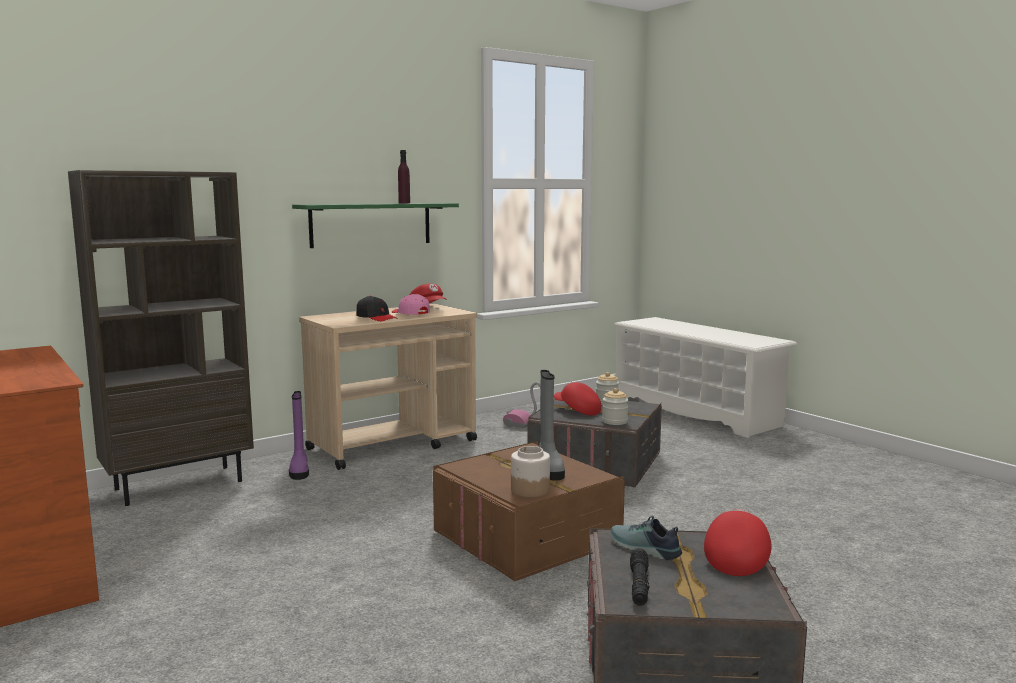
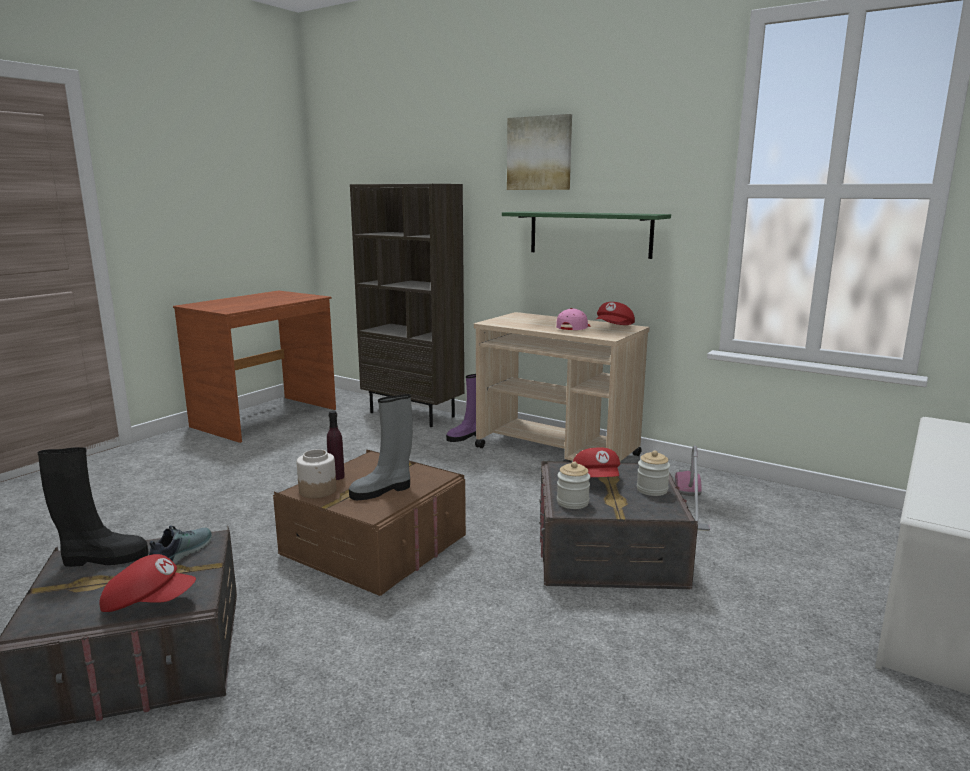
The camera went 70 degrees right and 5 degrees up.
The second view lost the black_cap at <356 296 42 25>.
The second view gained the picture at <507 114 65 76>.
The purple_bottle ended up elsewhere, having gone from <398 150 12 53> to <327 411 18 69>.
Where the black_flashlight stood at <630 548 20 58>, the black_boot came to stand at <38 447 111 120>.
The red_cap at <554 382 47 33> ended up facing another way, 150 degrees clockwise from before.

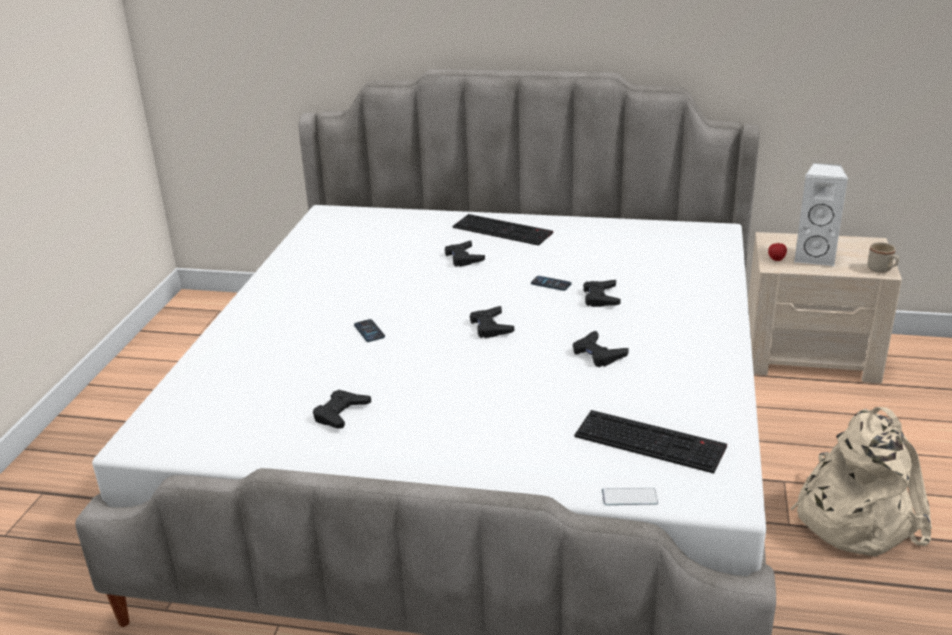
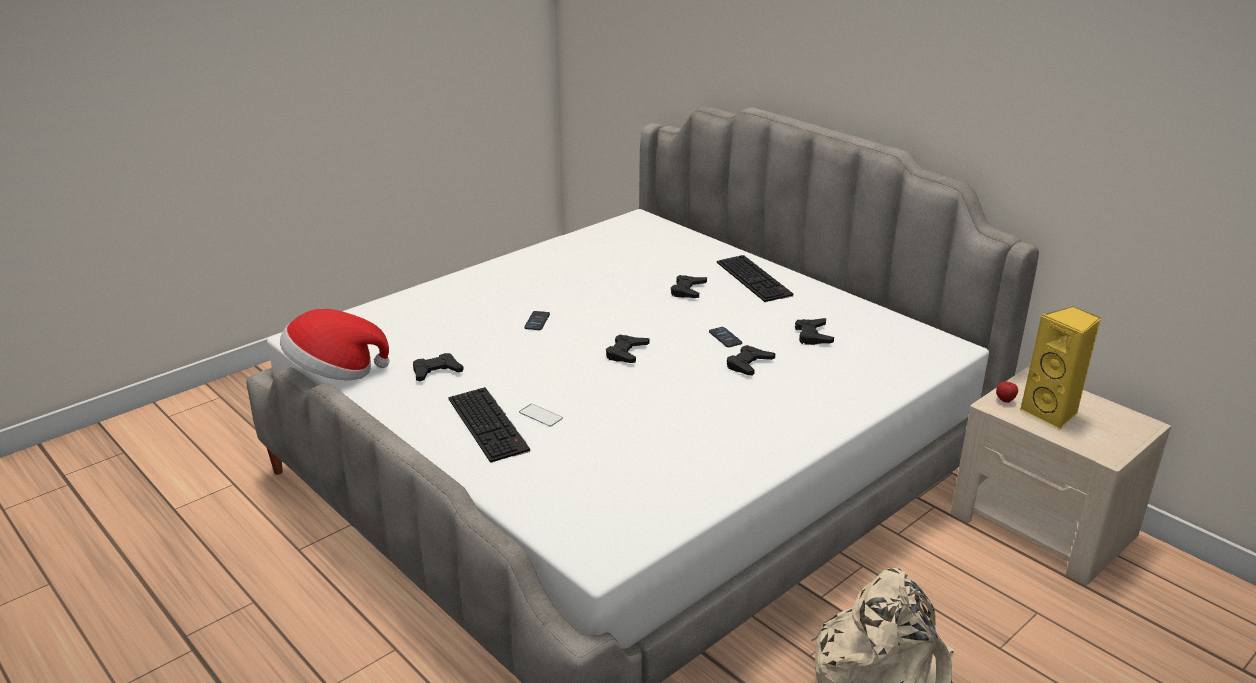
The camera went 35 degrees right and 0 degrees up.
The second view lost the beige_mug at <867 242 32 31>.
The second view gained the hat at <280 309 109 71>.
The black_game_controller ended up elsewhere, having gone from <573 331 56 36> to <795 318 39 27>.
The keyboard ended up elsewhere, having gone from <574 410 153 64> to <448 387 82 76>.
The phone ended up elsewhere, having gone from <602 488 56 17> to <519 404 44 22>.
What was the white_speaker at <794 163 54 104> turned into the yellow_speaker at <1020 306 81 124>.

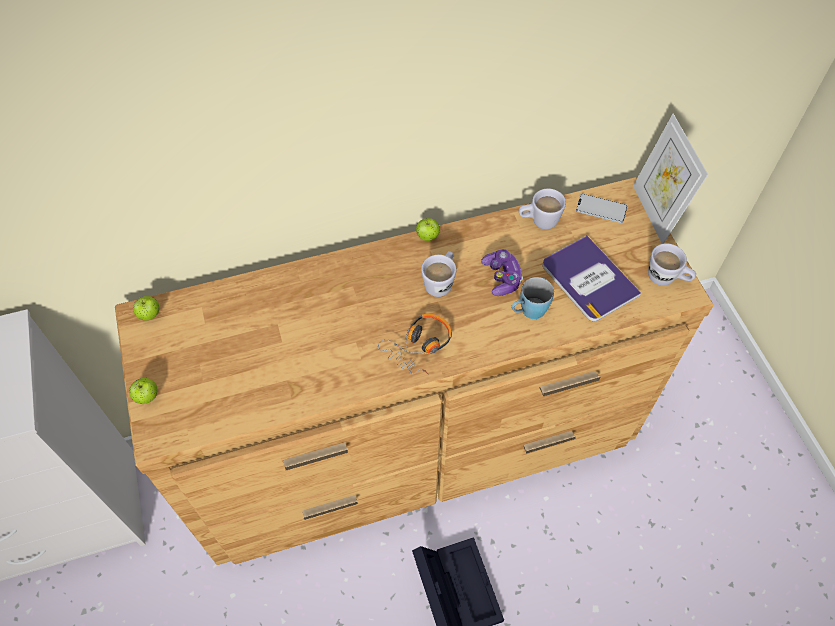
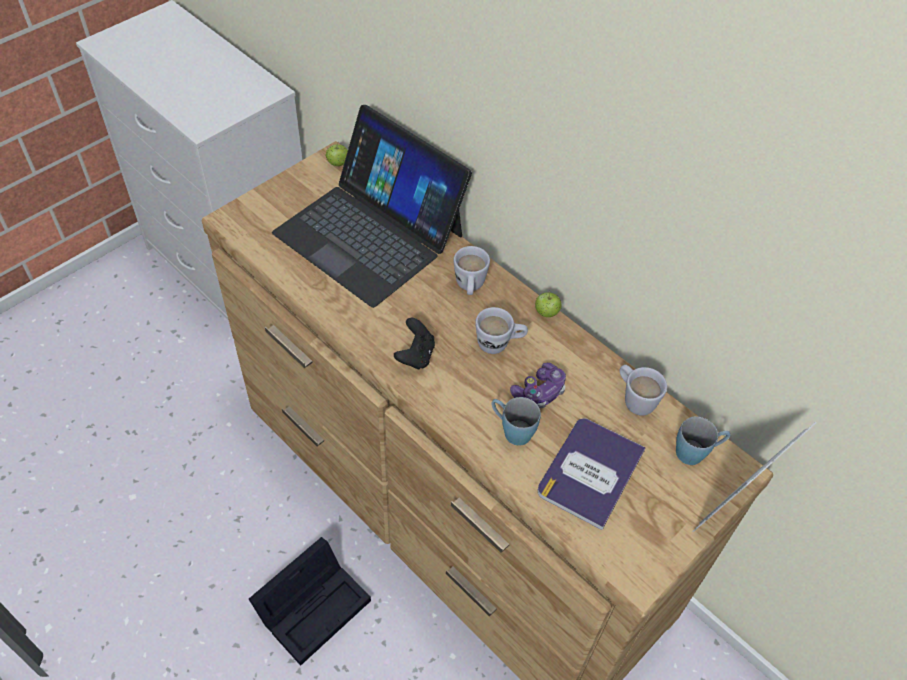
The camera went 60 degrees right and 5 degrees down.
The second view lost the apple at <129 378 29 26>.
The second view gained the laptop at <272 105 200 203>.
The white_mug ended up elsewhere, having gone from <648 243 48 43> to <454 246 36 49>.
Where the headphones stood at <378 314 74 60>, the black_game_controller came to stand at <394 318 41 52>.
Where the phone stood at <576 194 51 29>, the blue_mug came to stand at <676 417 55 48>.

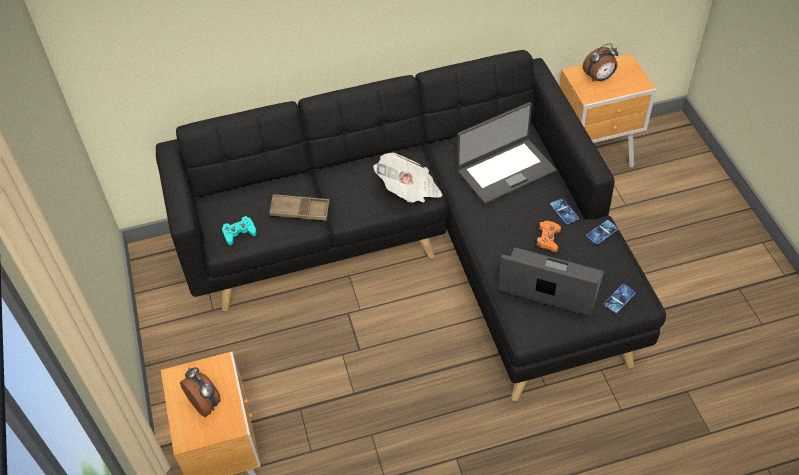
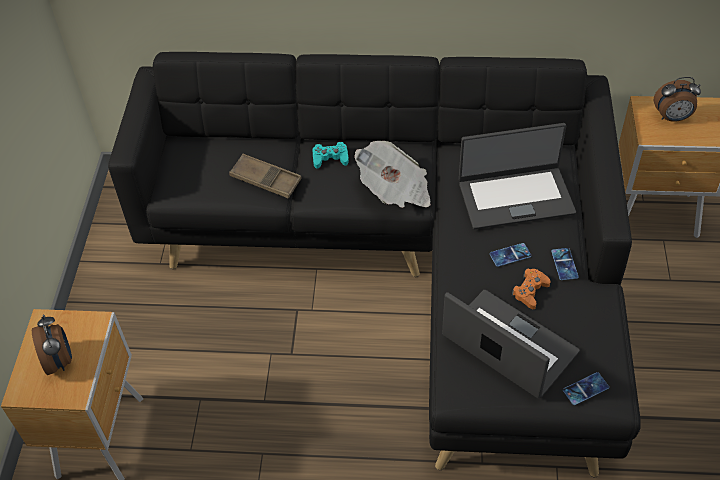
The camera went 20 degrees right and 0 degrees up.
The turquoise_game_controller ended up elsewhere, having gone from <222 216 35 29> to <312 142 37 27>.
The phone ended up elsewhere, having gone from <586 220 33 24> to <490 243 42 24>.

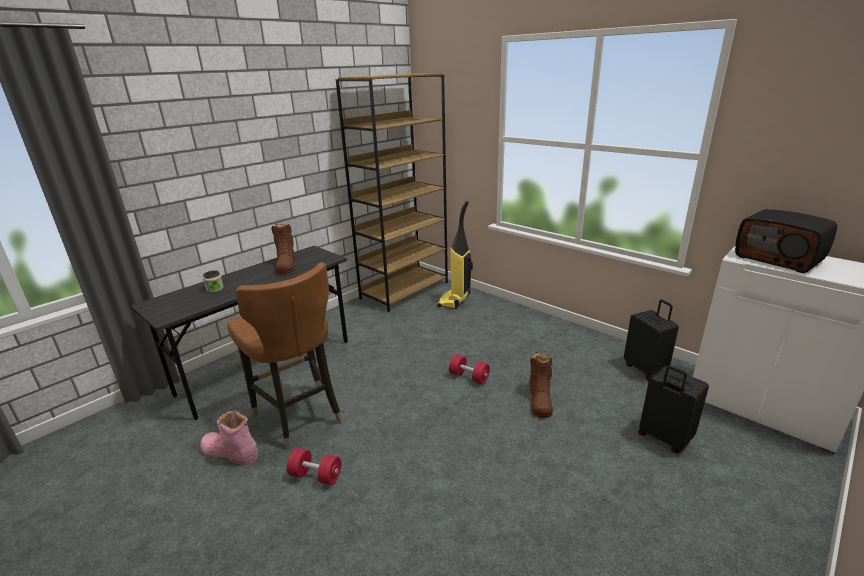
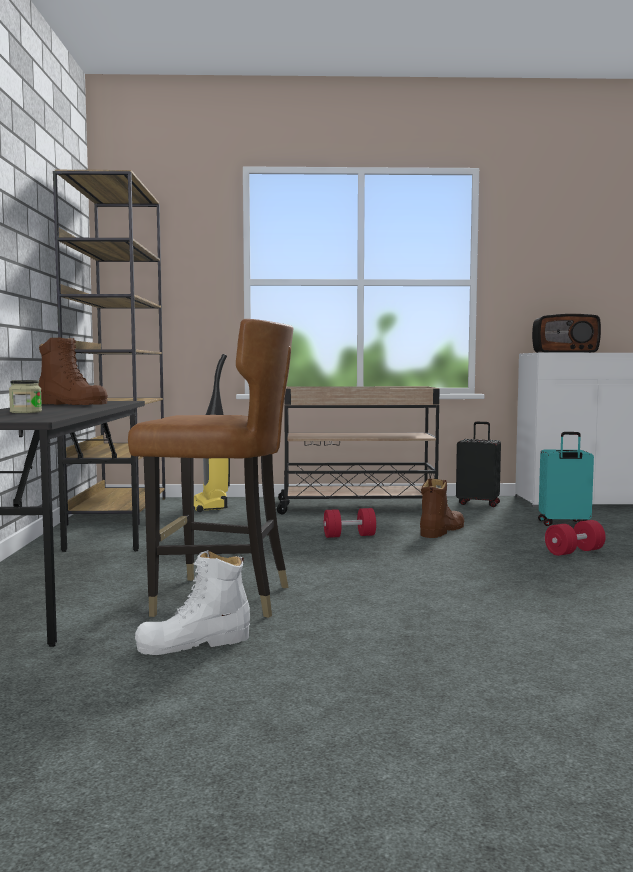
The camera went 45 degrees left and 20 degrees down.
The second view gained the beige_cart at <277 386 162 128>.
The red_dumbbell ended up elsewhere, having gone from <287 448 54 37> to <545 520 61 36>.
What was the pink_boot at <200 411 58 54> turned into the white_boot at <135 550 115 105>.
What was the black_suitcase at <638 365 71 88> turned into the turquoise_suitcase at <538 432 56 94>.
The brown_boot at <529 352 24 66> ended up facing another way, 105 degrees counterclockwise from before.

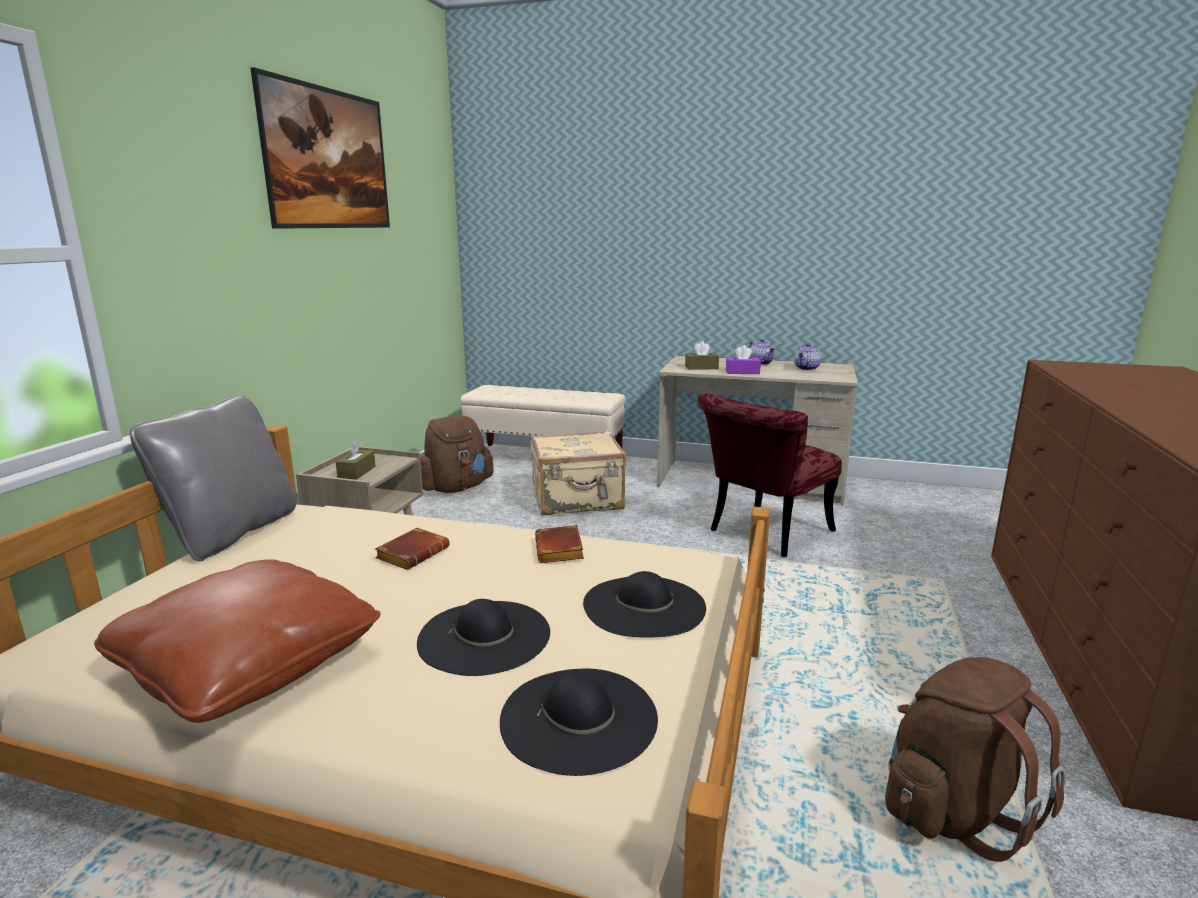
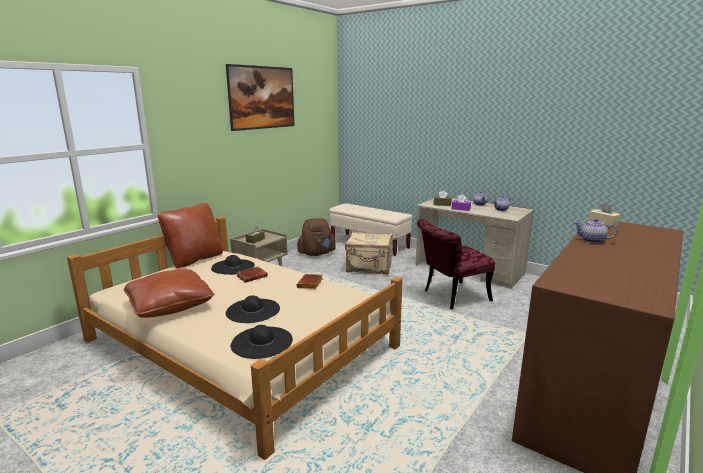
The camera went 20 degrees right and 0 degrees up.
The second view lost the brown_backpack at <885 657 181 205>.
The second view gained the teapot at <574 219 43 24>.
The second view gained the beige_tissue_box at <588 202 33 25>.
The black_hat ended up elsewhere, having gone from <583 571 123 66> to <211 255 44 20>.
What was the grey_pillow at <130 396 167 166> turned into the brown_pillow at <158 203 65 66>.

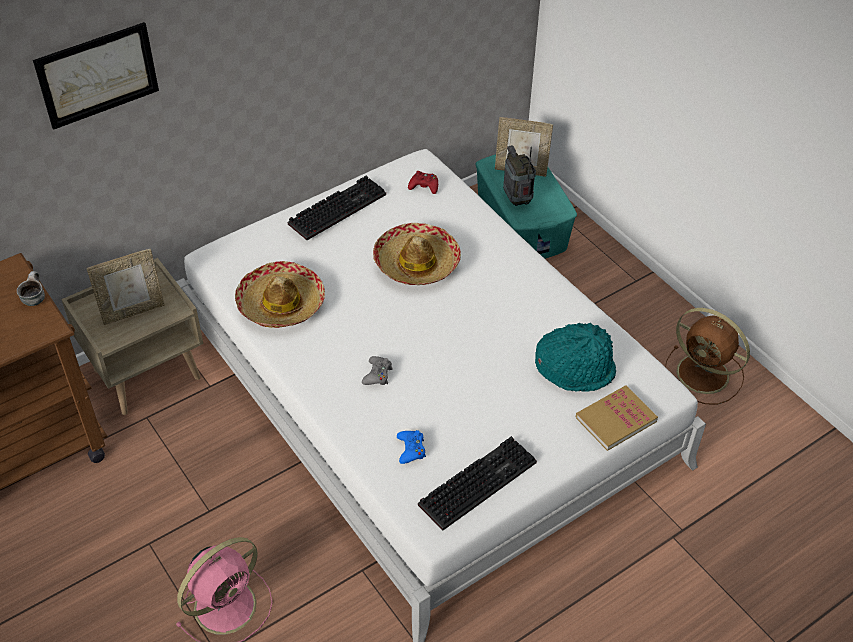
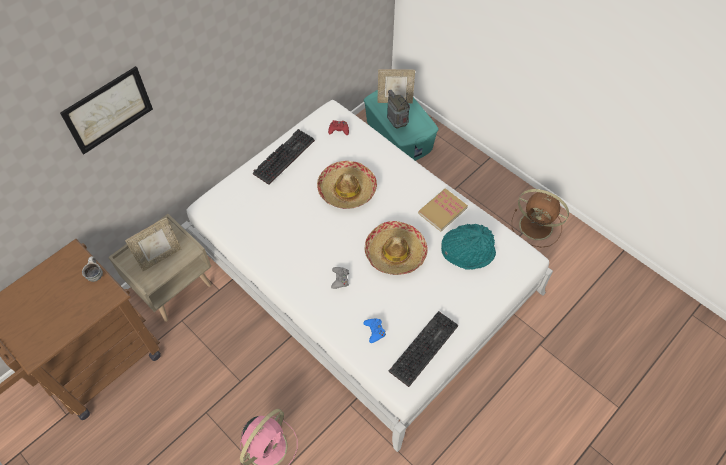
The camera went 10 degrees left and 10 degrees up.
The hat ended up elsewhere, having gone from <235 261 90 67> to <365 221 63 54>.
The book ended up elsewhere, having gone from <576 386 82 65> to <418 188 50 43>.

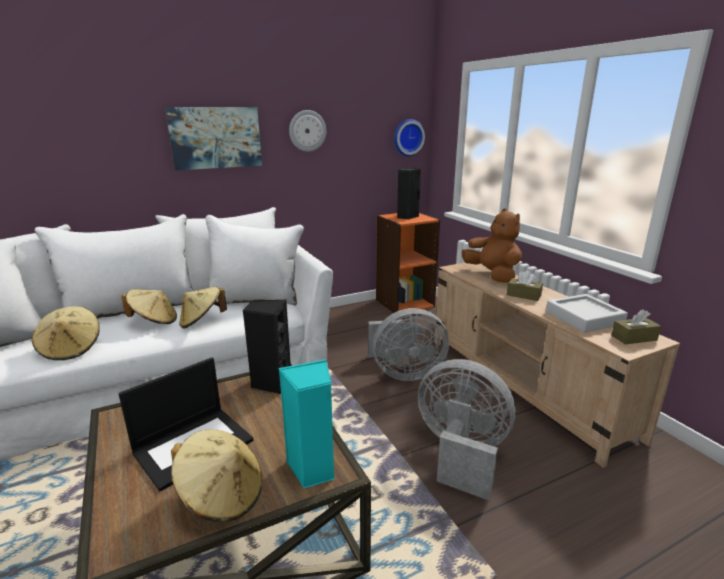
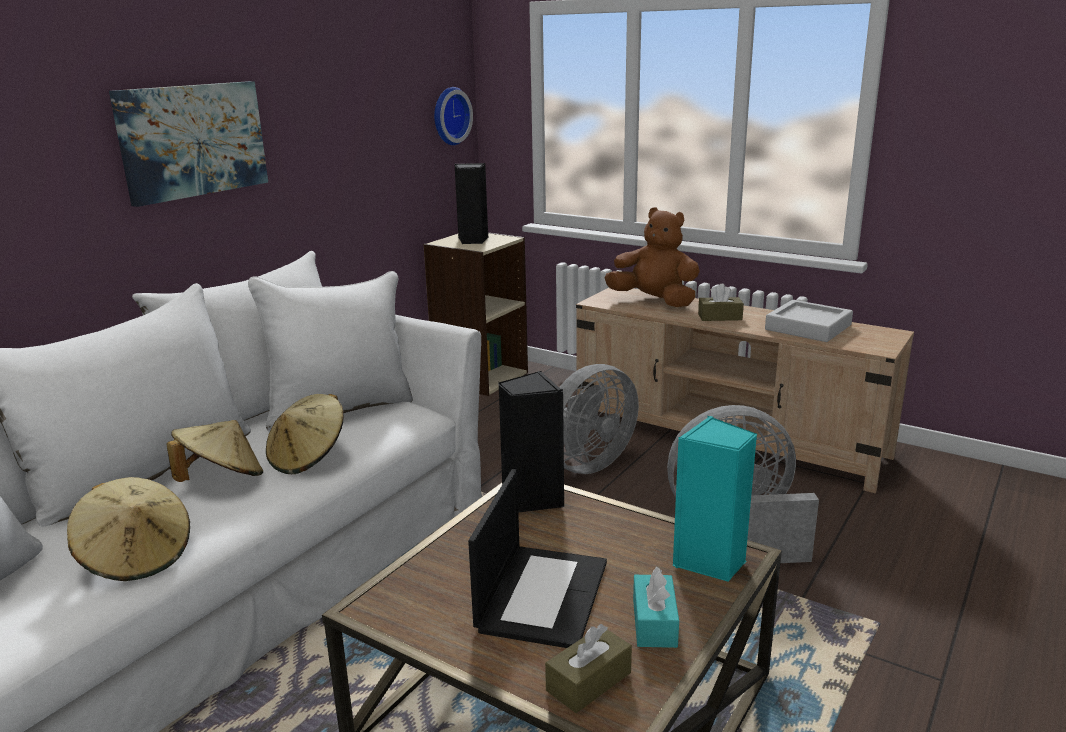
The camera went 30 degrees left and 0 degrees up.
The second view lost the wall_clock at <289 110 37 42>.
The brown_tissue_box ended up elsewhere, having gone from <611 309 50 35> to <545 624 87 89>.
Where the beige_hat stood at <171 429 91 93>, the turquoise_tissue_box came to stand at <633 567 46 81>.
What was the orange_bookcase at <376 212 64 101> turned into the beige_bookcase at <424 233 104 163>.

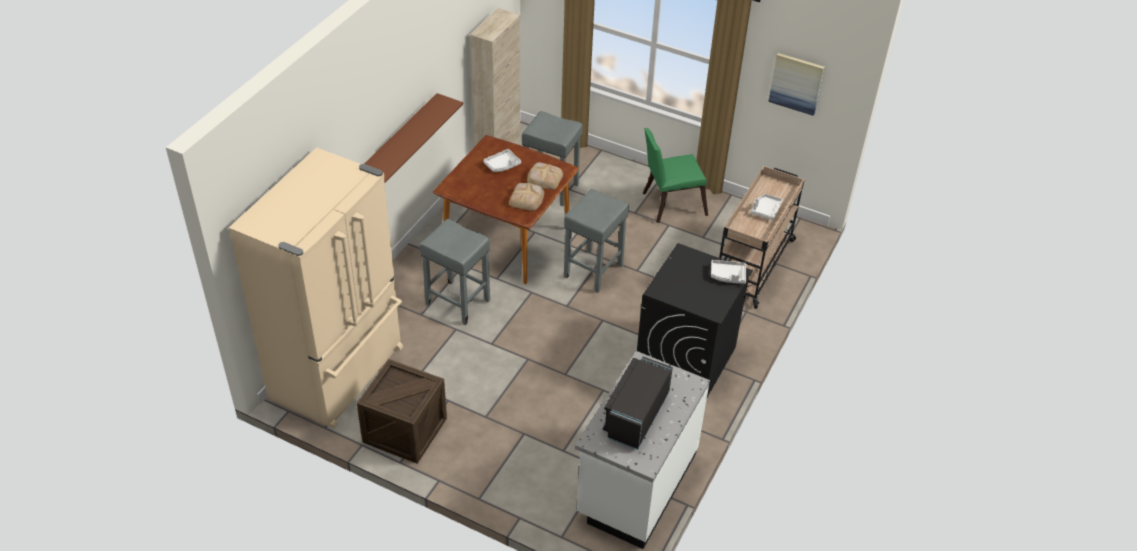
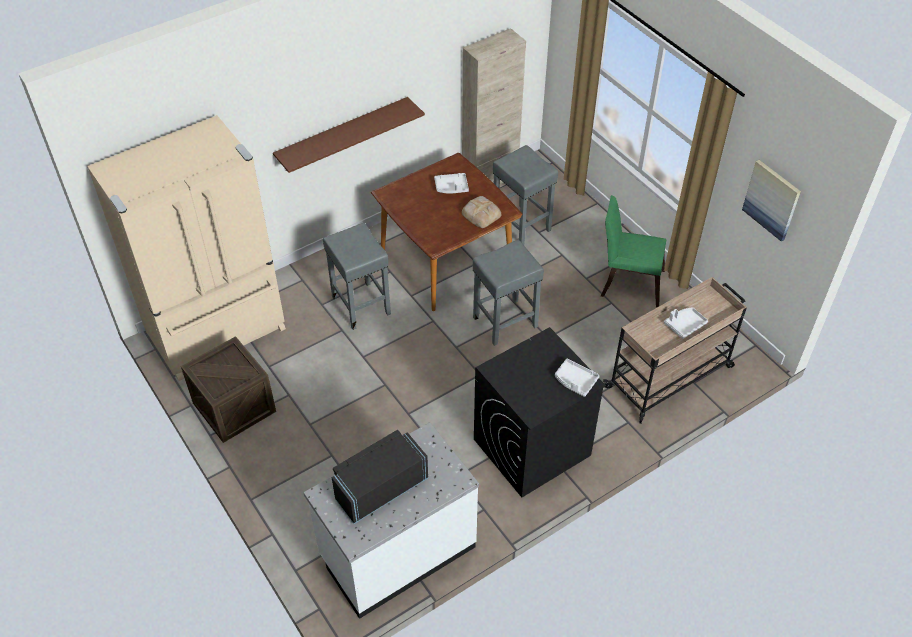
The camera went 30 degrees right and 5 degrees up.
The second view lost the bread at <509 183 35 28>.

